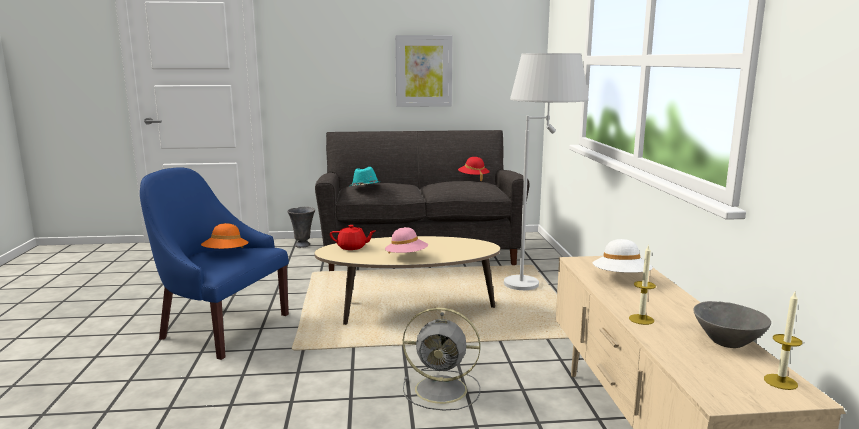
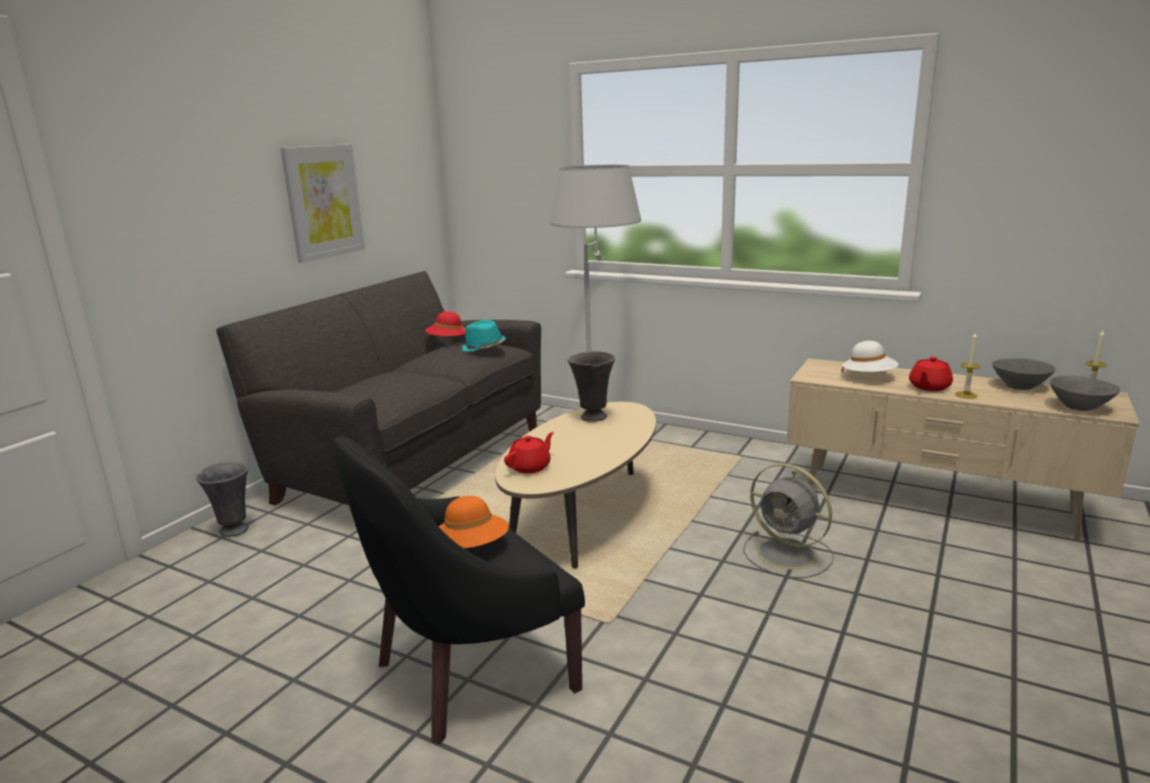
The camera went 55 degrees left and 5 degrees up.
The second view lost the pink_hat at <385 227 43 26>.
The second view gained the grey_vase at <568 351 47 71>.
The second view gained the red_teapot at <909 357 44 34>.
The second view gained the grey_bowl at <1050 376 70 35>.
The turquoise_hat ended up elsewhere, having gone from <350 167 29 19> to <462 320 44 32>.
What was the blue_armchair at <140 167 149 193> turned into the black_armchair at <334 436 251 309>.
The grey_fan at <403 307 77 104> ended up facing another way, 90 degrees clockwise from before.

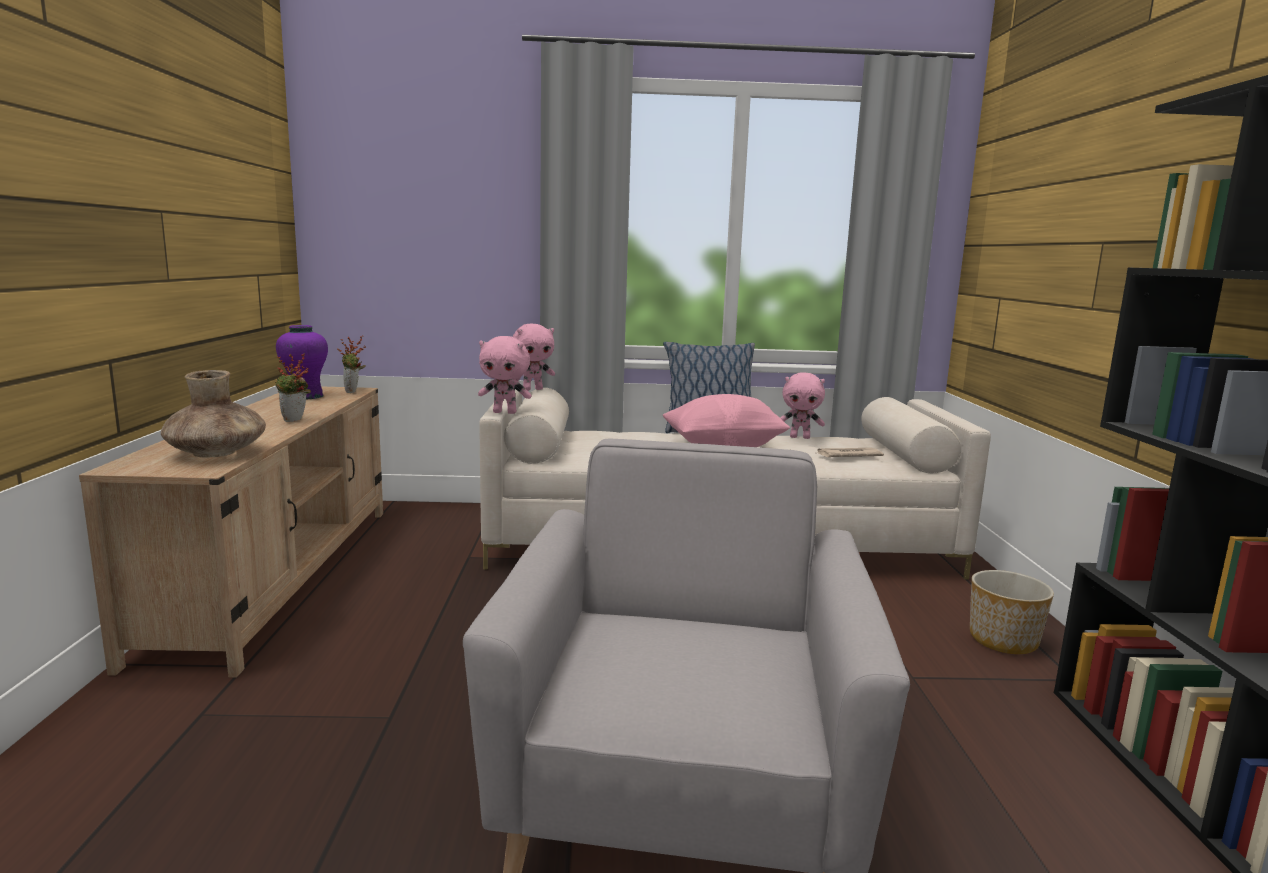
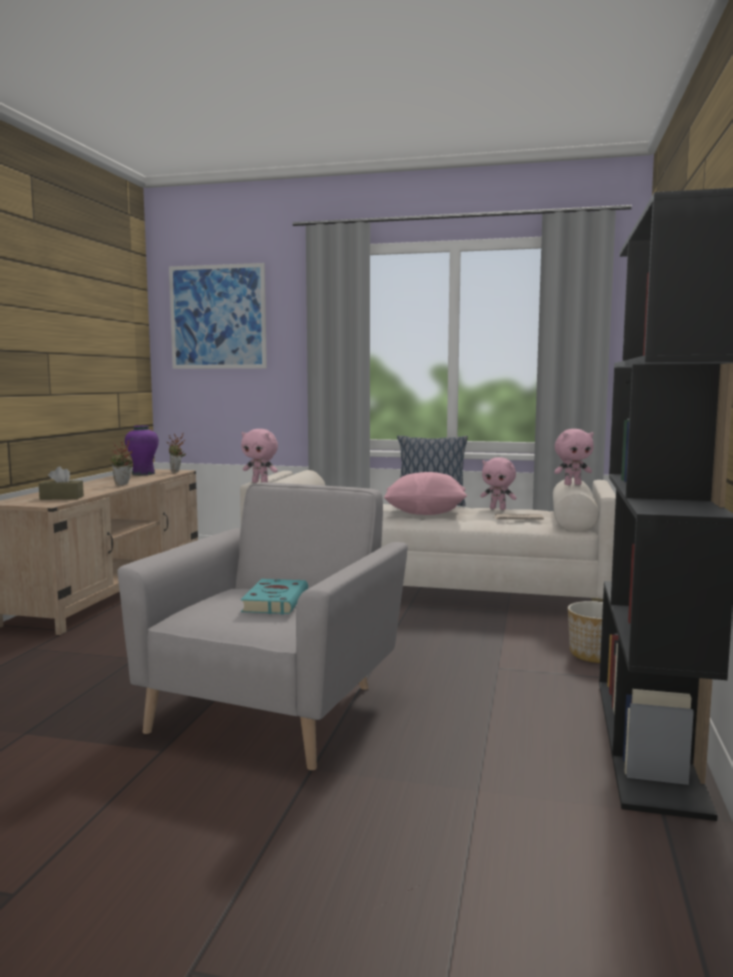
The camera went 15 degrees right and 5 degrees down.
The second view gained the picture at <169 263 98 106>.
The second view gained the turquoise_book at <241 579 67 35>.
The pink_plush_toy ended up elsewhere, having gone from <512 324 43 67> to <554 429 40 56>.
Where the brown_vase stood at <161 370 105 88>, the brown_tissue_box came to stand at <39 466 45 34>.

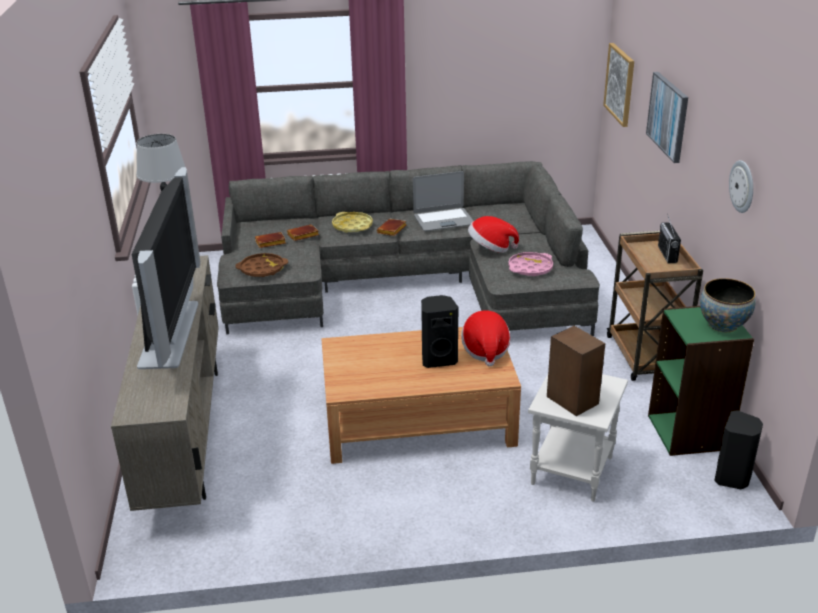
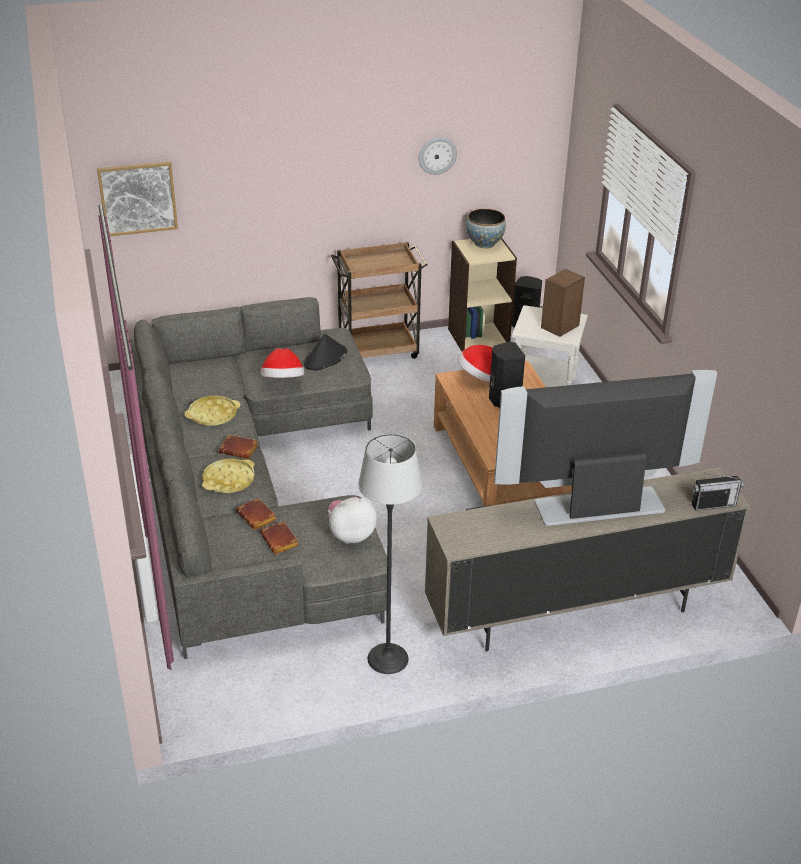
The camera went 100 degrees left and 5 degrees up.
The second view lost the picture at <646 72 42 91>.
The radio ended up elsewhere, having gone from <658 214 23 49> to <692 472 52 39>.
Where the brown_tray stood at <235 253 53 24>, the plush_toy came to stand at <328 497 49 47>.
Where the laptop stood at <413 171 60 60>, the yellow_tray came to stand at <184 396 57 30>.
Where the pink_tray stood at <508 252 45 24>, the black_hat came to stand at <304 334 43 36>.
What was the green_bookcase at <648 306 106 150> turned into the beige_bookcase at <448 238 69 114>.

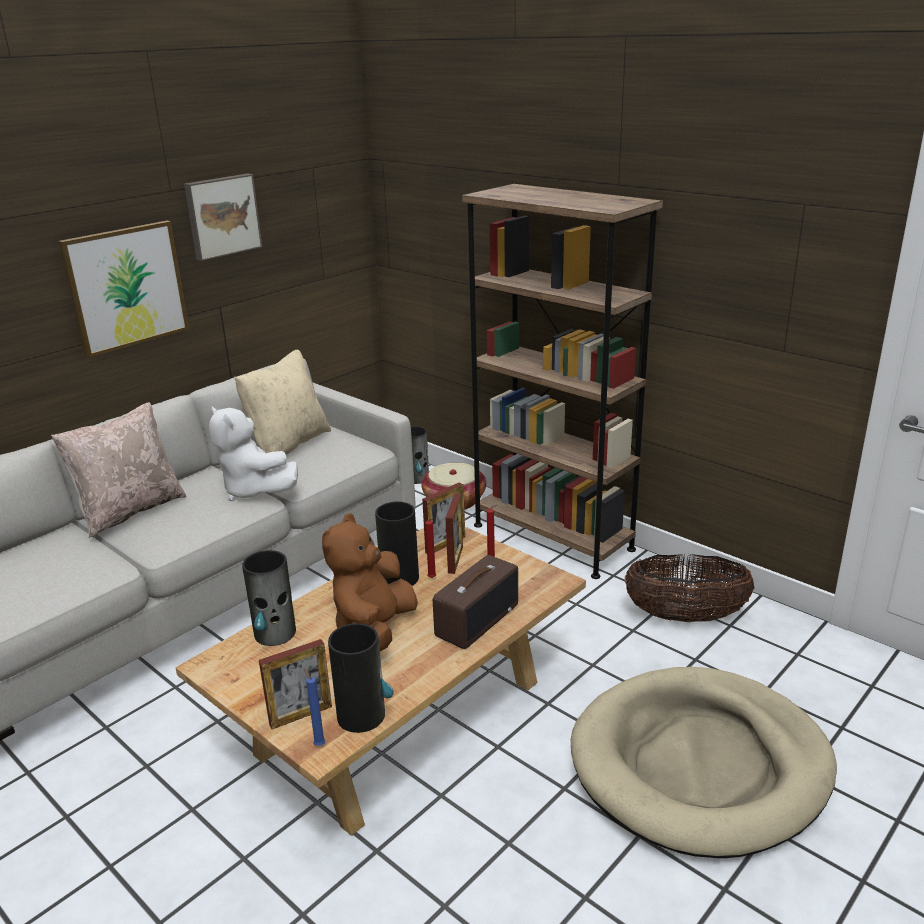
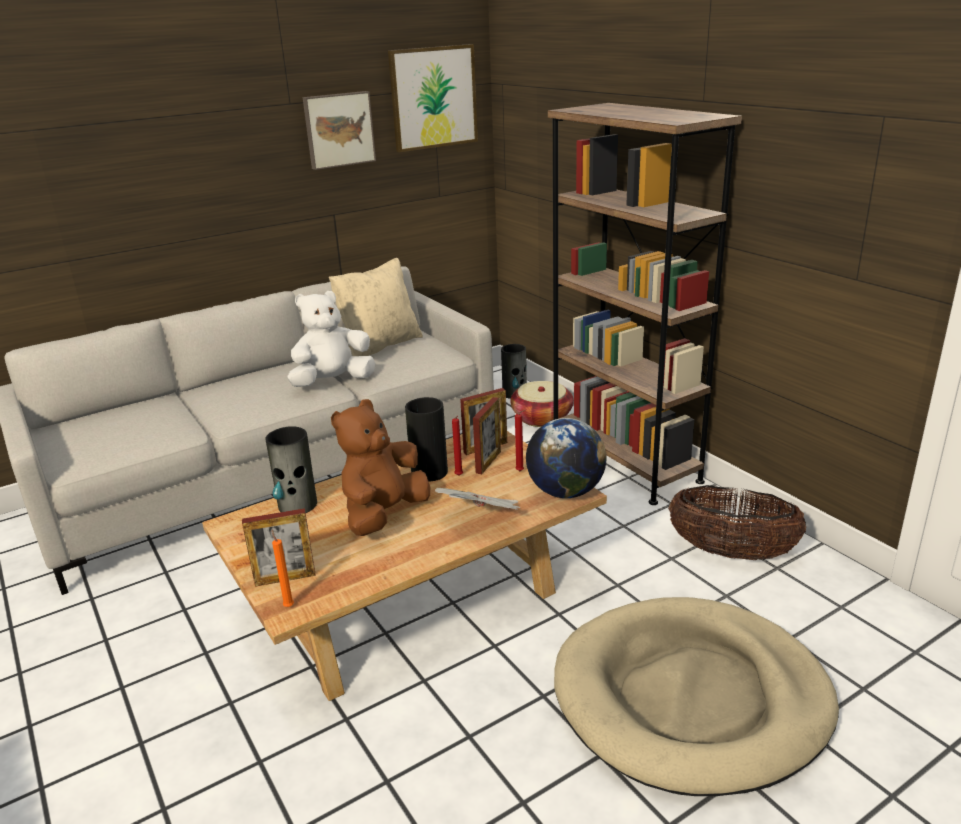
The camera went 15 degrees right and 0 degrees up.
The second view lost the beige_pillow at <51 402 135 136>.
The second view lost the vase at <328 623 66 110>.
The second view gained the globe at <526 418 80 80>.
The picture ended up elsewhere, having gone from <58 221 131 137> to <388 44 90 109>.
Where the radio stood at <433 555 85 94>, the newspaper came to stand at <435 488 86 22>.
What was the blue_candle at <304 668 21 78> turned into the orange_candle at <272 530 22 77>.
The white_plush_toy at <209 406 89 95> ended up facing another way, 90 degrees clockwise from before.

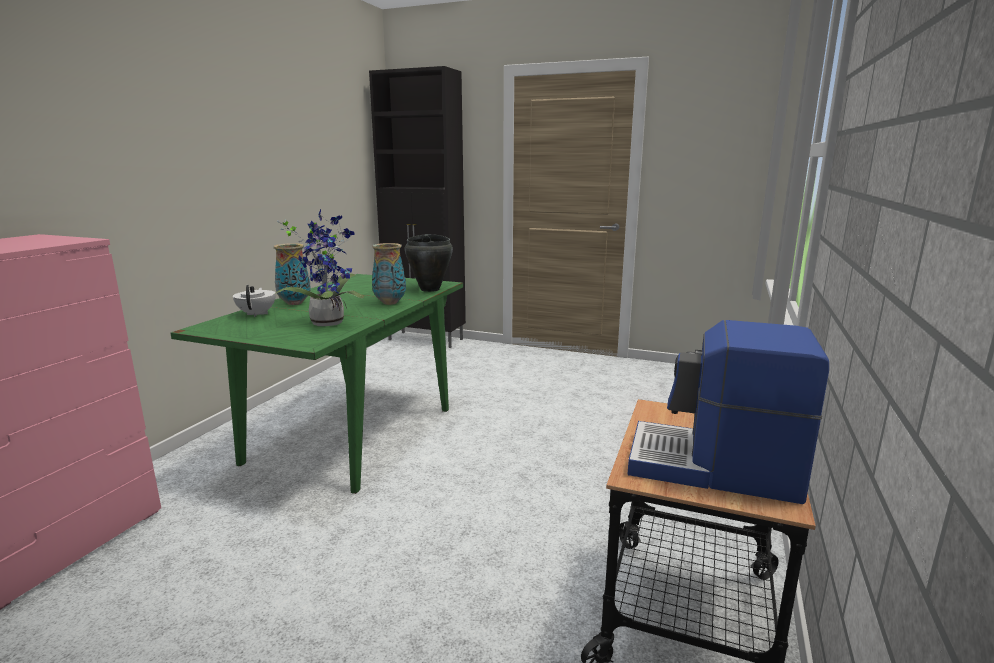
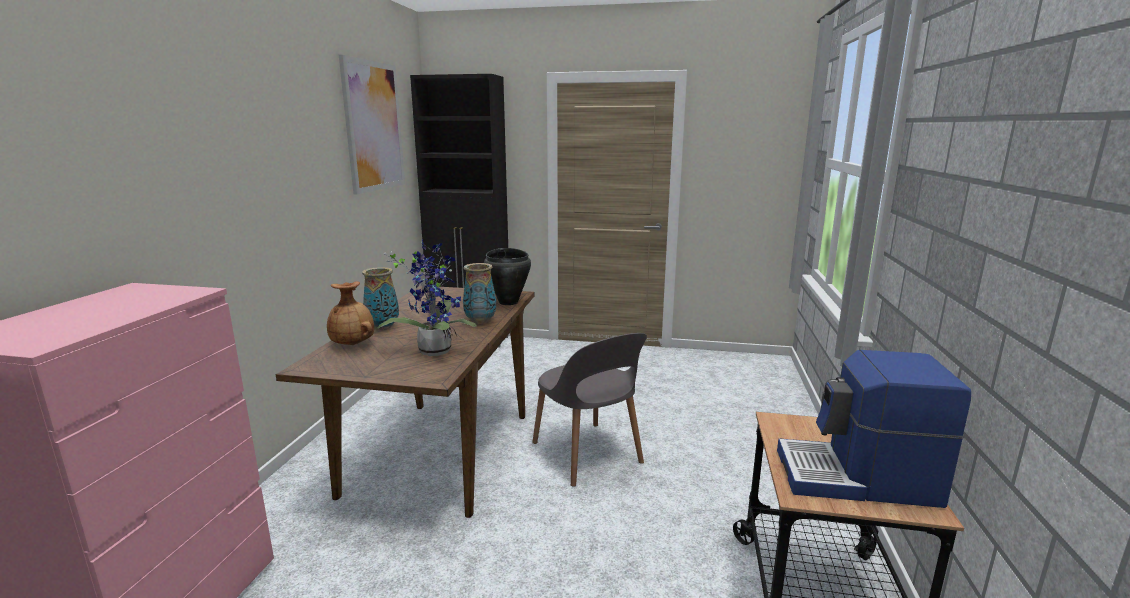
The camera went 10 degrees left and 0 degrees up.
The second view gained the picture at <339 55 66 140>.
The second view gained the grey_chair at <532 333 115 154>.
Where the white_teapot stood at <233 285 43 32>, the brown_vase came to stand at <327 281 47 64>.
What was the green_dining_table at <171 274 292 220> turned into the brown_dining_table at <276 286 259 232>.

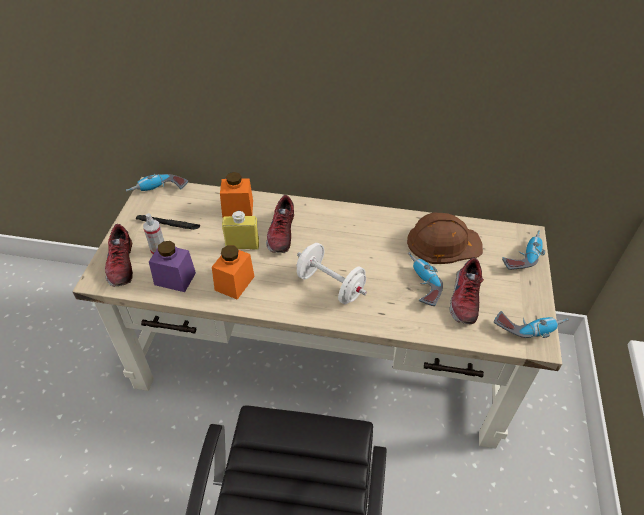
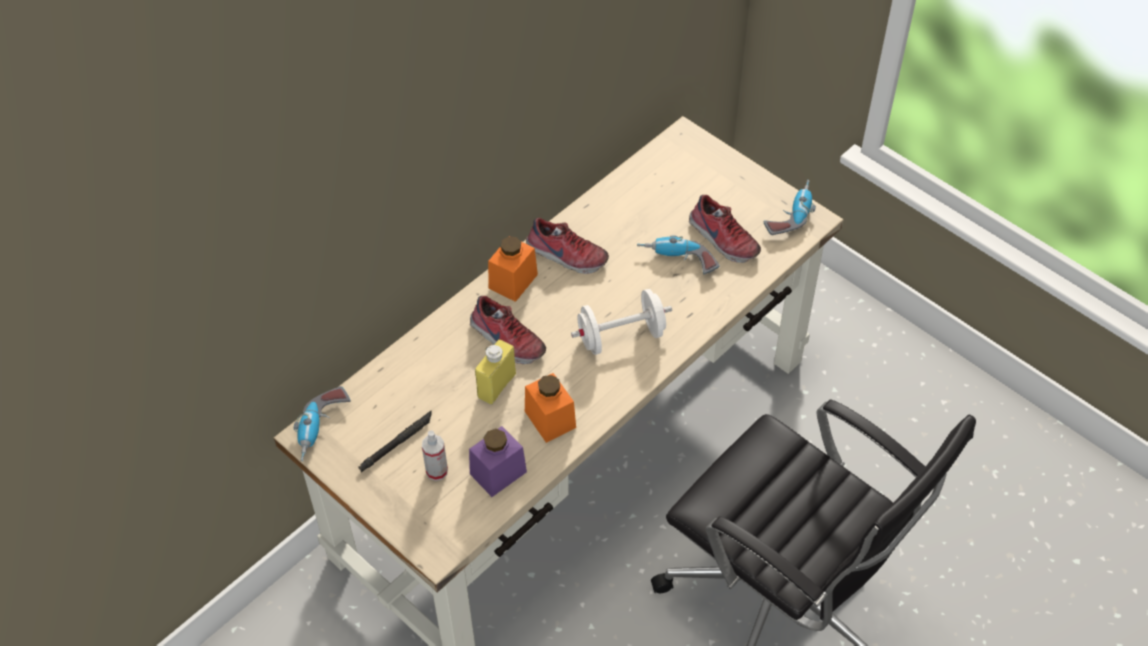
The camera went 55 degrees left and 5 degrees up.
The second view lost the brown_hard_hat at <407 213 76 51>.
The second view lost the power_drill at <502 230 43 40>.
The shoe ended up elsewhere, having gone from <105 224 28 63> to <526 218 83 56>.
The orange_jar ended up elsewhere, having gone from <220 172 33 46> to <488 236 50 66>.

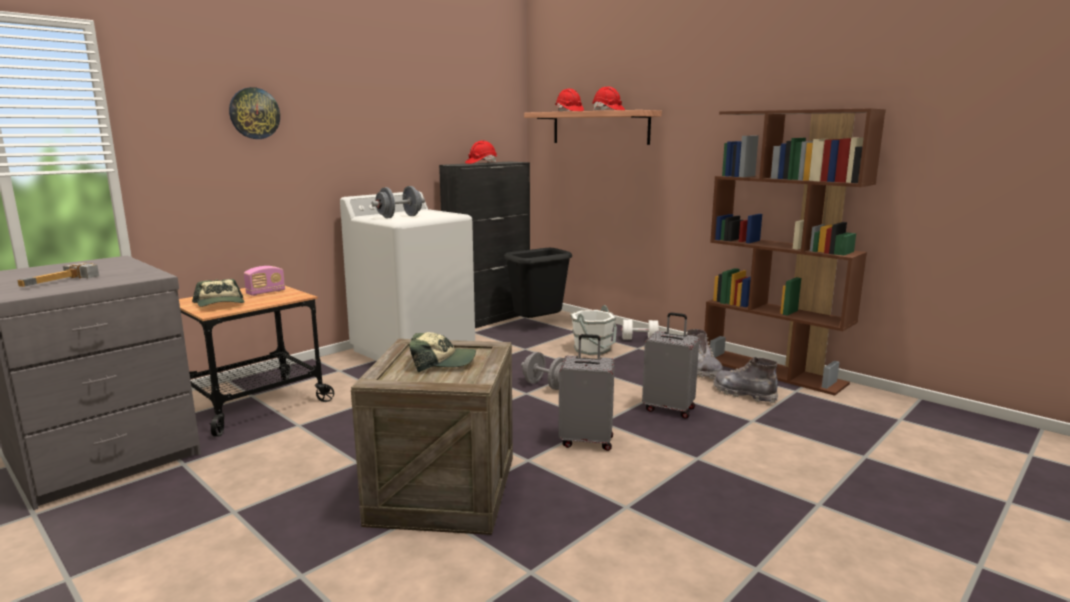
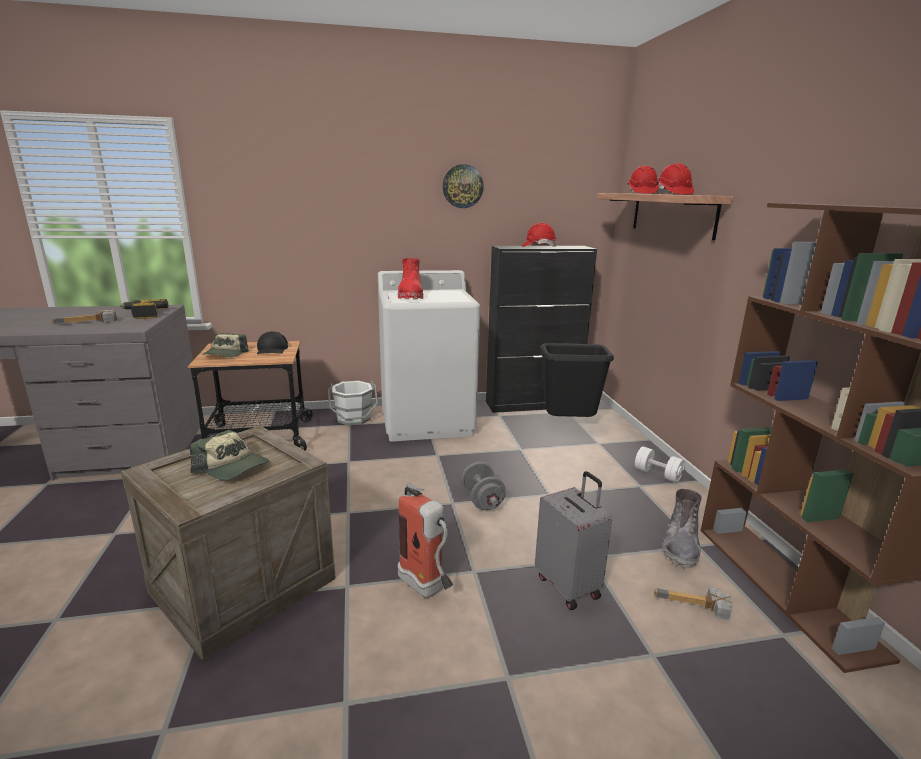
The camera went 35 degrees right and 5 degrees up.
The second view gained the power_drill at <120 299 48 20>.
The wall_clock ended up elsewhere, having gone from <229 87 51 52> to <443 164 41 44>.
The white_bucket ended up elsewhere, having gone from <570 305 47 50> to <328 380 50 45>.
Where the radio stood at <244 266 41 30>, the black_cap came to stand at <257 331 31 23>.
Where the grey_dumbbell stood at <372 186 53 33>, the red_boot came to stand at <397 258 26 42>.
Where the grey_suitcase stood at <558 334 57 117>, the fire_extinguisher came to stand at <398 483 55 115>.
Where the grey_boot stood at <713 357 65 47>, the hammer came to stand at <654 587 78 33>.

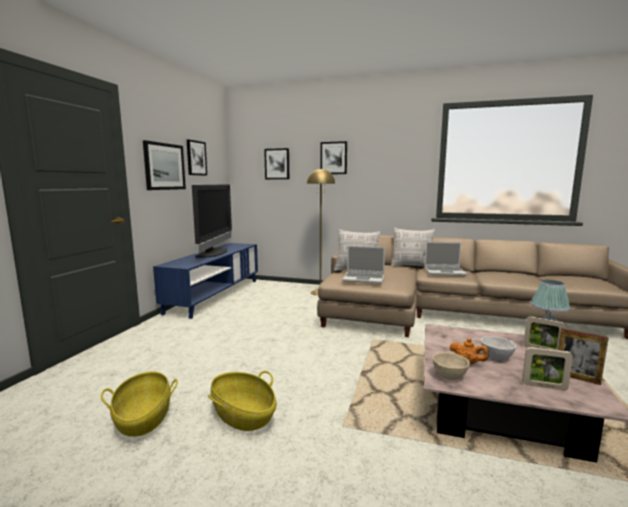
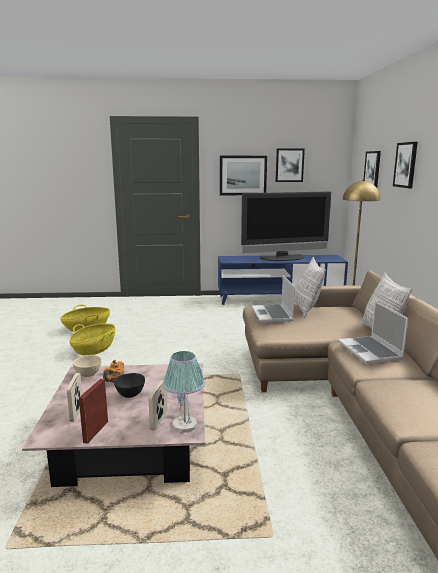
The camera went 70 degrees right and 5 degrees up.
What was the white_bowl at <481 336 35 24> turned into the black_bowl at <114 373 31 25>.

